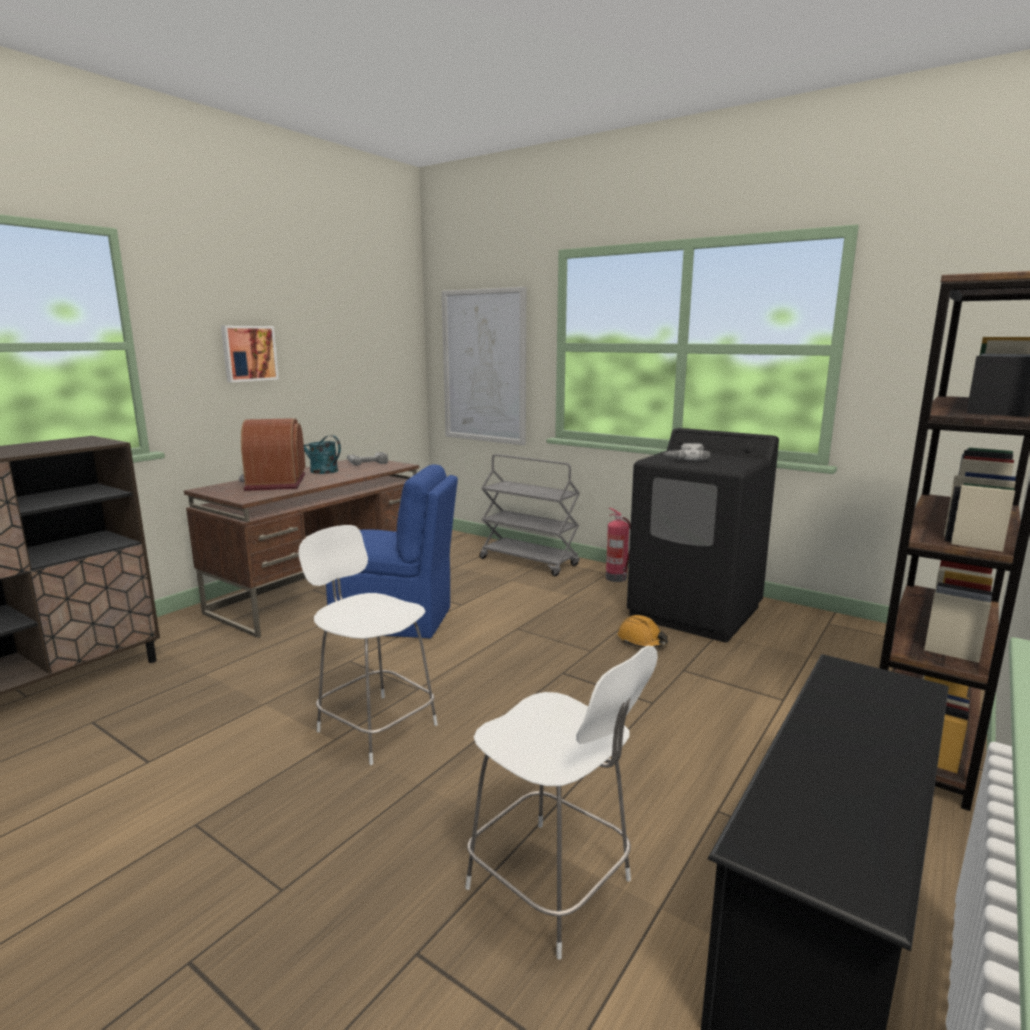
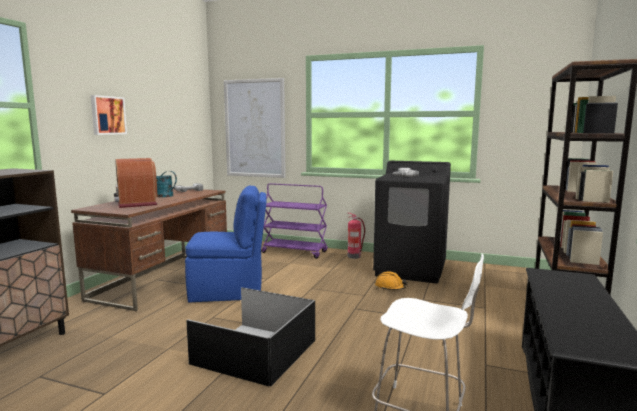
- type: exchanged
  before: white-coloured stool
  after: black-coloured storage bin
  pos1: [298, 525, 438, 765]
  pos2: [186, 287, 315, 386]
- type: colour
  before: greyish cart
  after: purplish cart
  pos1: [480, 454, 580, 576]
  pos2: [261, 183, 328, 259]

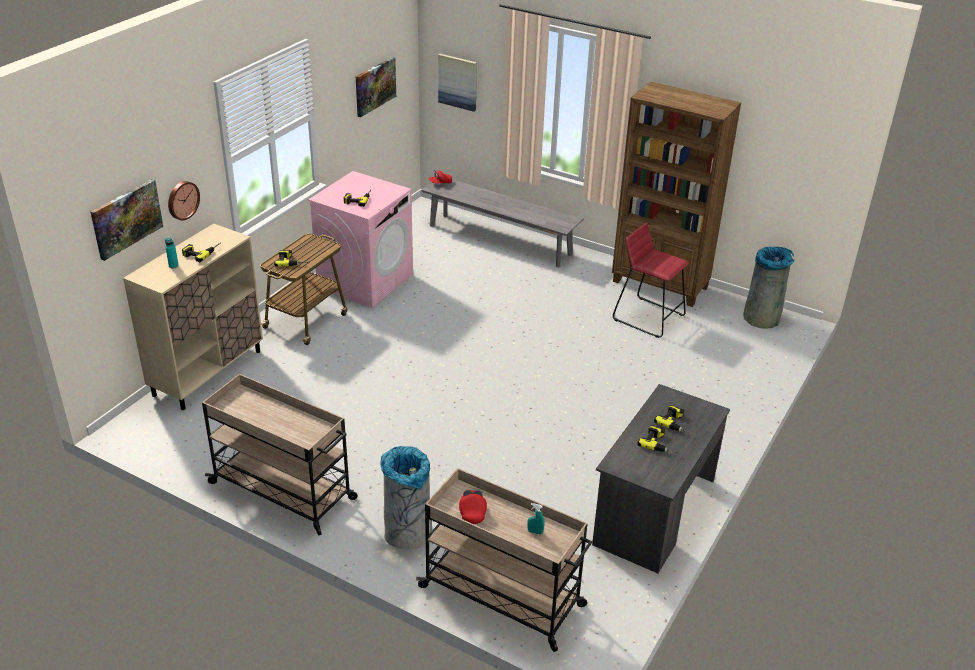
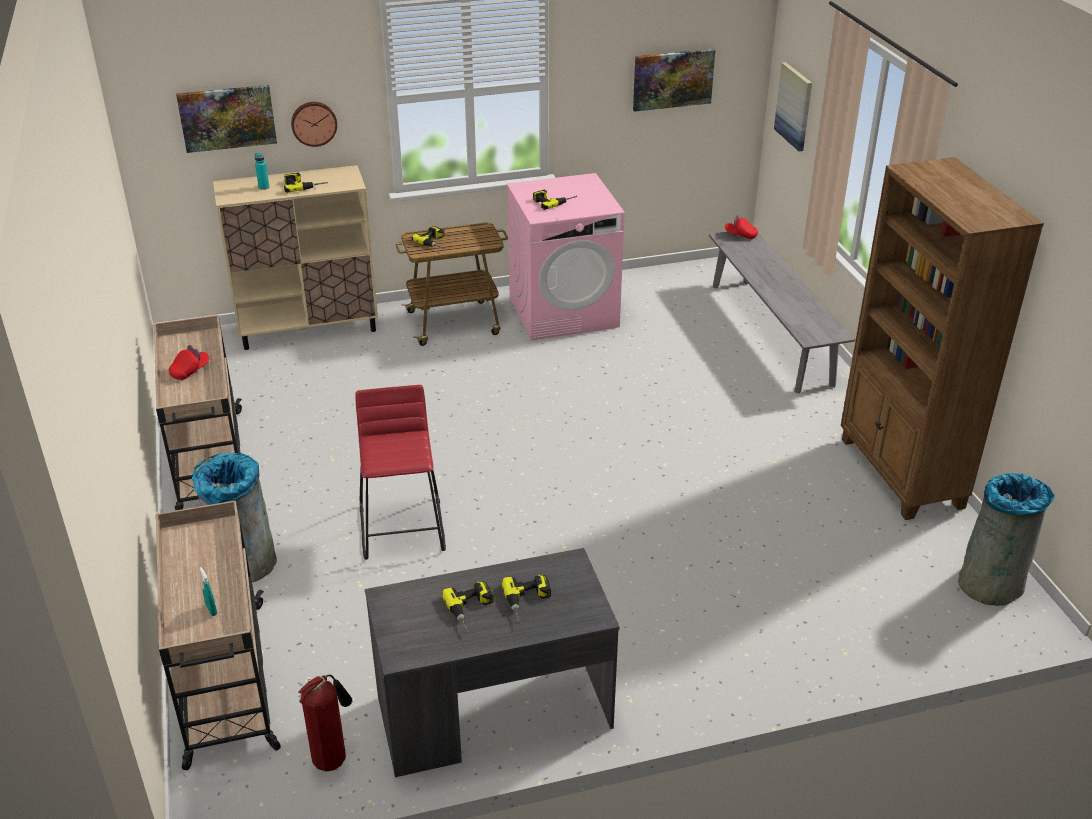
- type: relocated
  before: red peaked cap
  pos1: [459, 490, 487, 524]
  pos2: [169, 345, 209, 380]
- type: appeared
  after: fire extinguisher
  pos2: [298, 675, 352, 771]
- type: relocated
  before: red stool
  pos1: [613, 222, 689, 338]
  pos2: [355, 385, 446, 560]

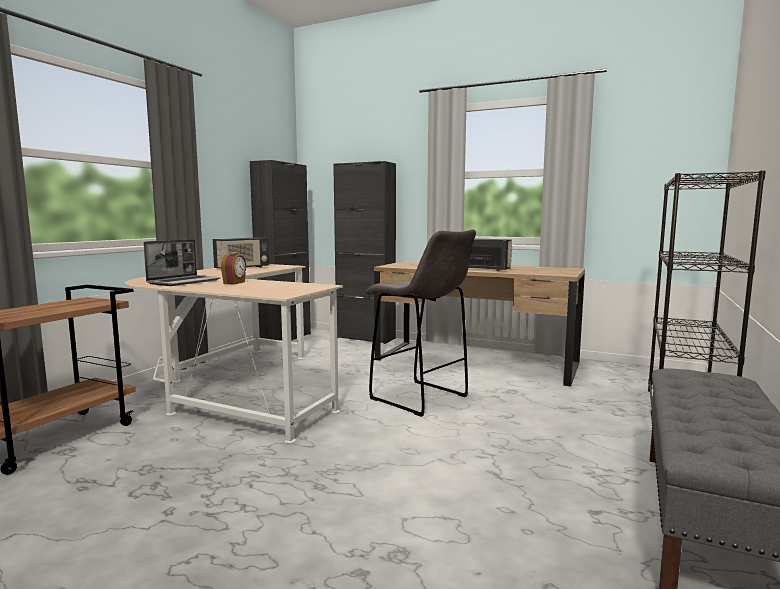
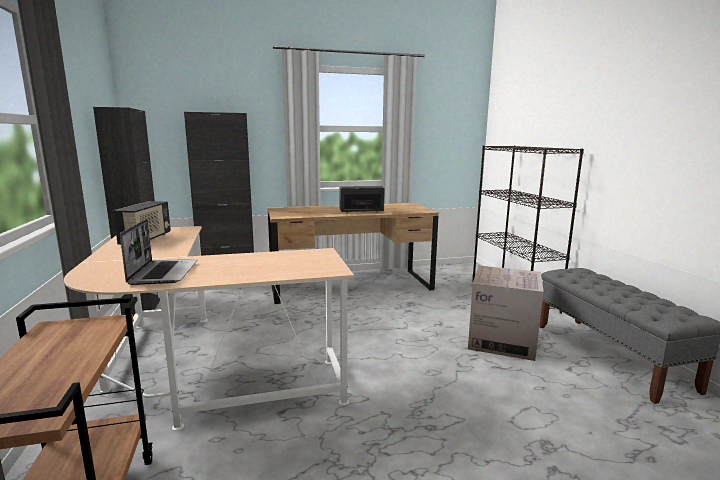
- type: appeared
  after: cardboard box
  pos2: [468, 265, 544, 361]
- type: missing
  before: bedside clock
  pos1: [221, 252, 246, 285]
- type: missing
  before: greyish stool
  pos1: [366, 229, 476, 417]

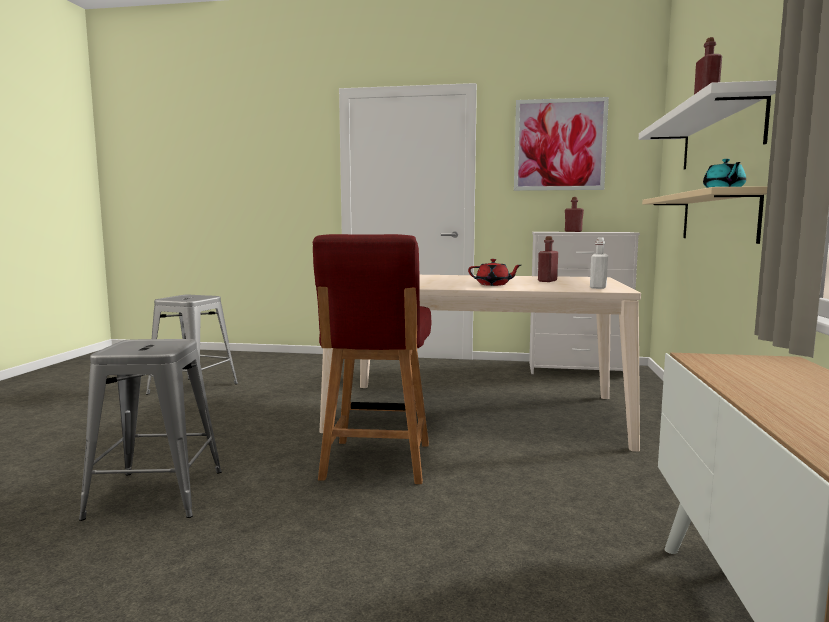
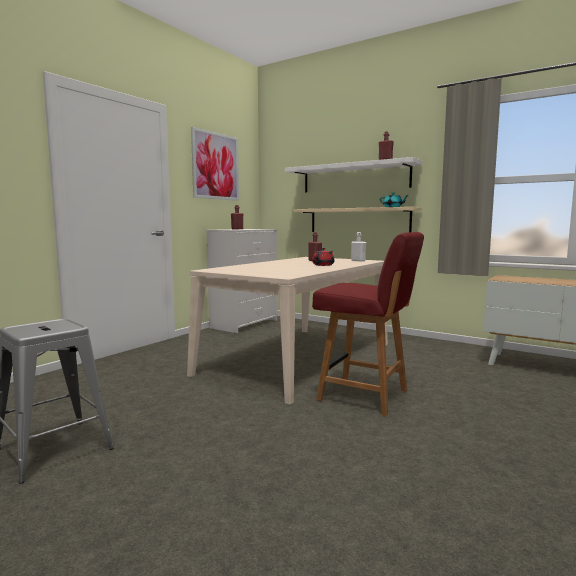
- type: missing
  before: greyish stool
  pos1: [79, 339, 222, 521]

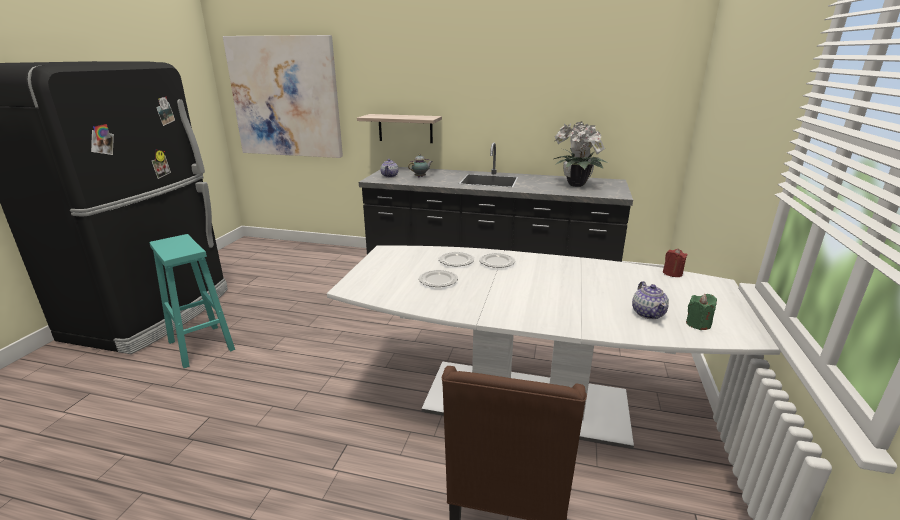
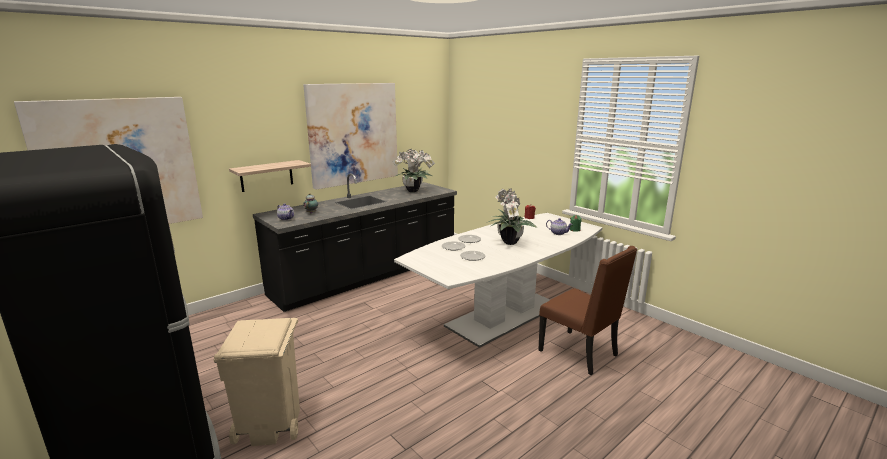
- type: exchanged
  before: turquoise stool
  after: beige-coloured waste bin
  pos1: [150, 234, 235, 368]
  pos2: [214, 318, 300, 446]
- type: appeared
  after: wall art
  pos2: [303, 83, 398, 190]
- type: appeared
  after: houseplant
  pos2: [486, 188, 538, 245]

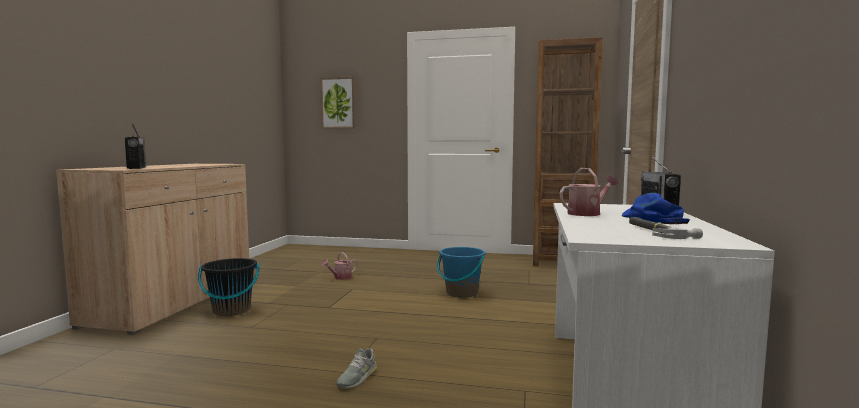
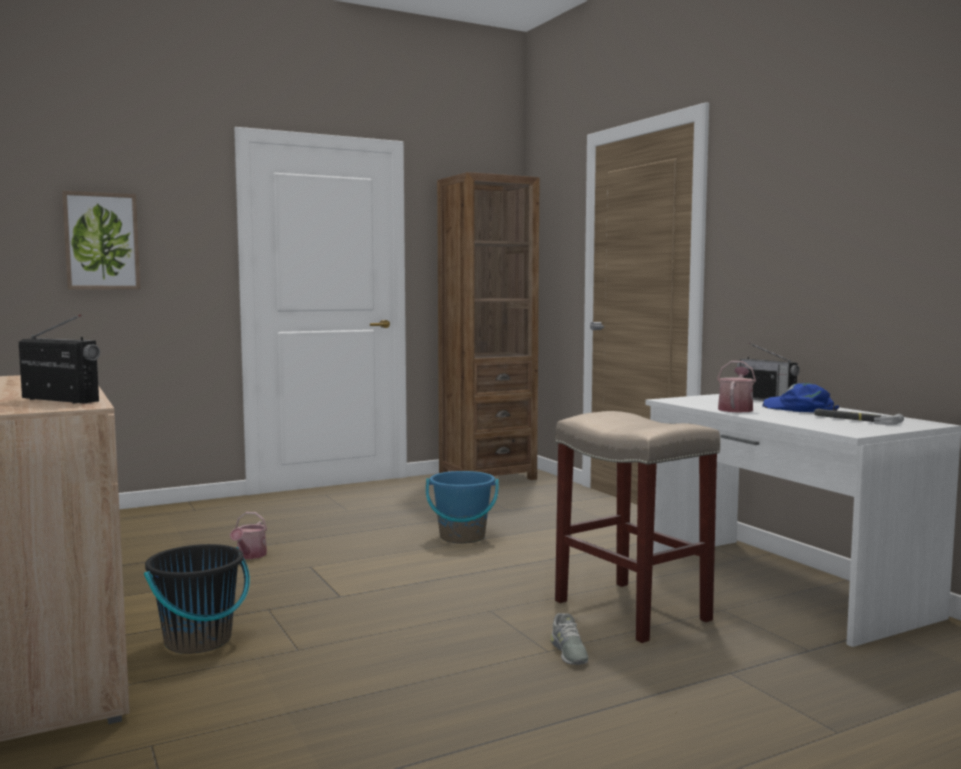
- type: appeared
  after: beige-coloured stool
  pos2: [555, 411, 720, 643]

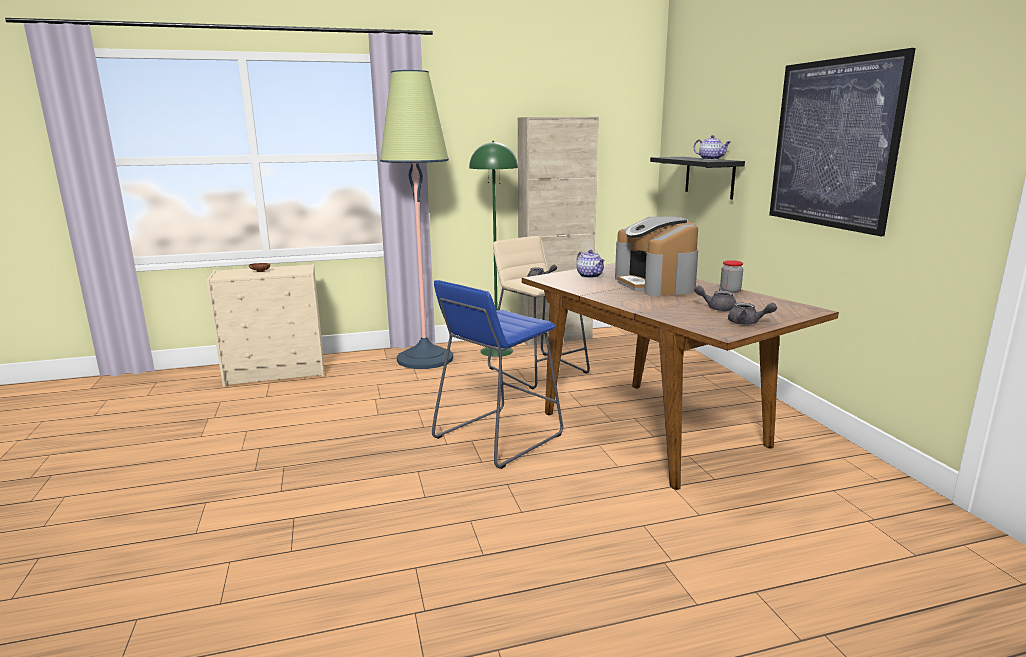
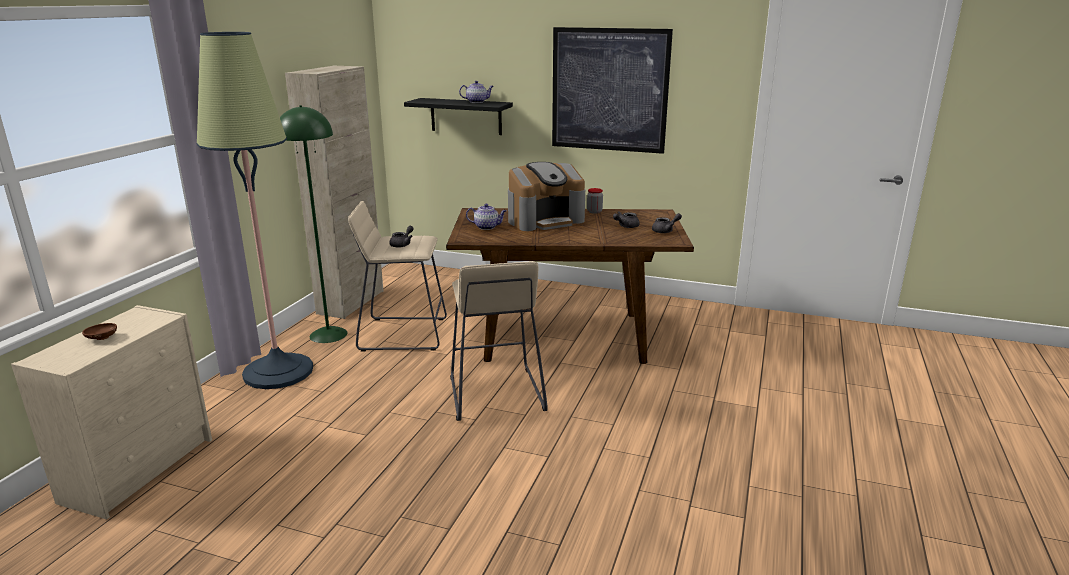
- type: colour
  before: bluish stool
  after: beige-coloured stool
  pos1: [432, 280, 563, 469]
  pos2: [450, 261, 548, 421]
- type: spun
  before: coffee brewer
  pos1: [615, 216, 698, 296]
  pos2: [508, 162, 585, 231]
  turn: -45

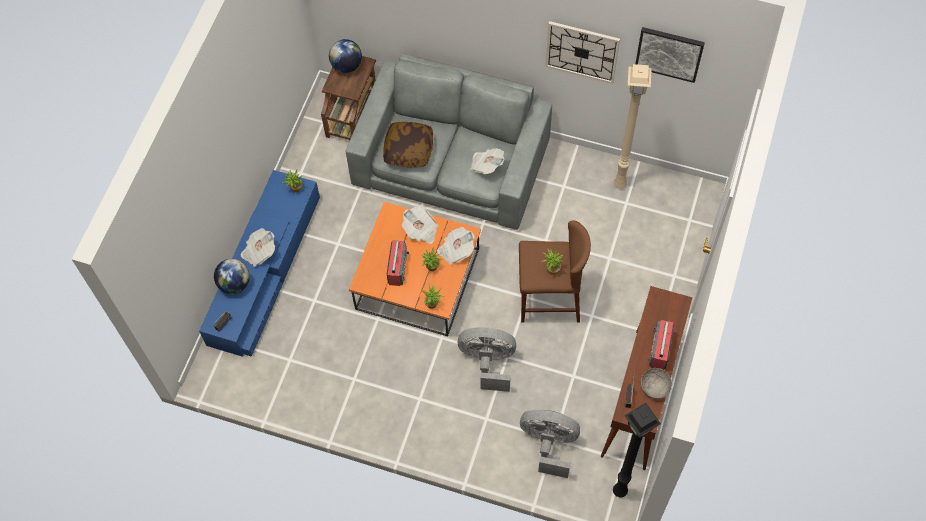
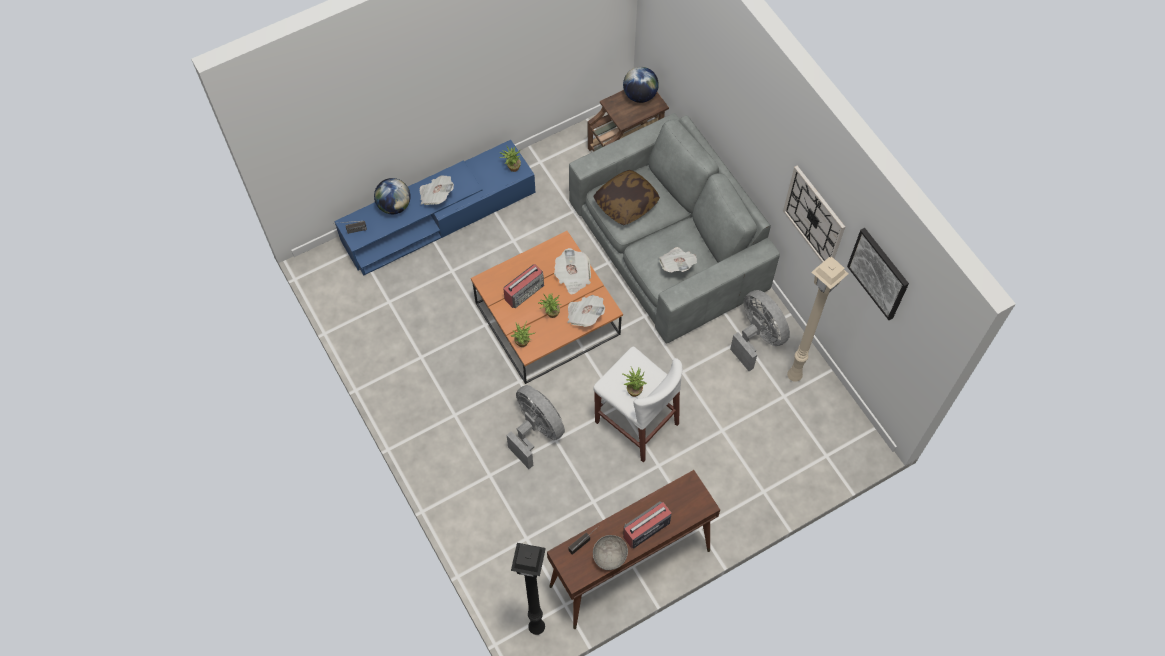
- type: colour
  before: brown stool
  after: white-coloured stool
  pos1: [519, 220, 591, 322]
  pos2: [593, 346, 682, 462]
- type: relocated
  before: greyish cooling fan
  pos1: [520, 410, 580, 478]
  pos2: [730, 290, 790, 371]

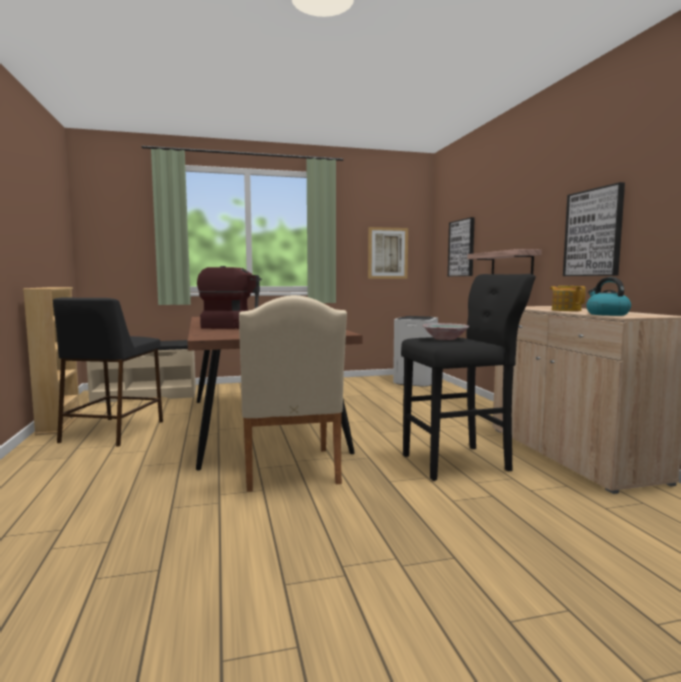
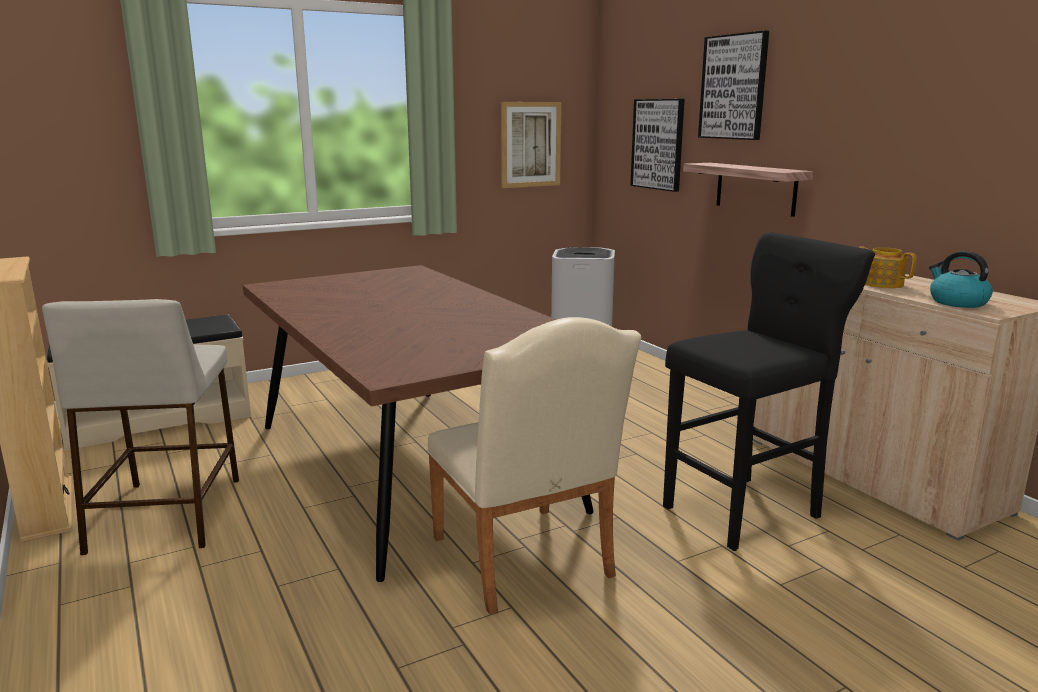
- type: colour
  before: black-coloured stool
  after: beige-coloured stool
  pos1: [53, 297, 163, 447]
  pos2: [42, 299, 239, 555]
- type: relocated
  before: wall art
  pos1: [563, 182, 625, 276]
  pos2: [698, 31, 769, 140]
- type: missing
  before: coffee brewer
  pos1: [197, 266, 262, 329]
- type: missing
  before: bowl
  pos1: [422, 323, 469, 340]

